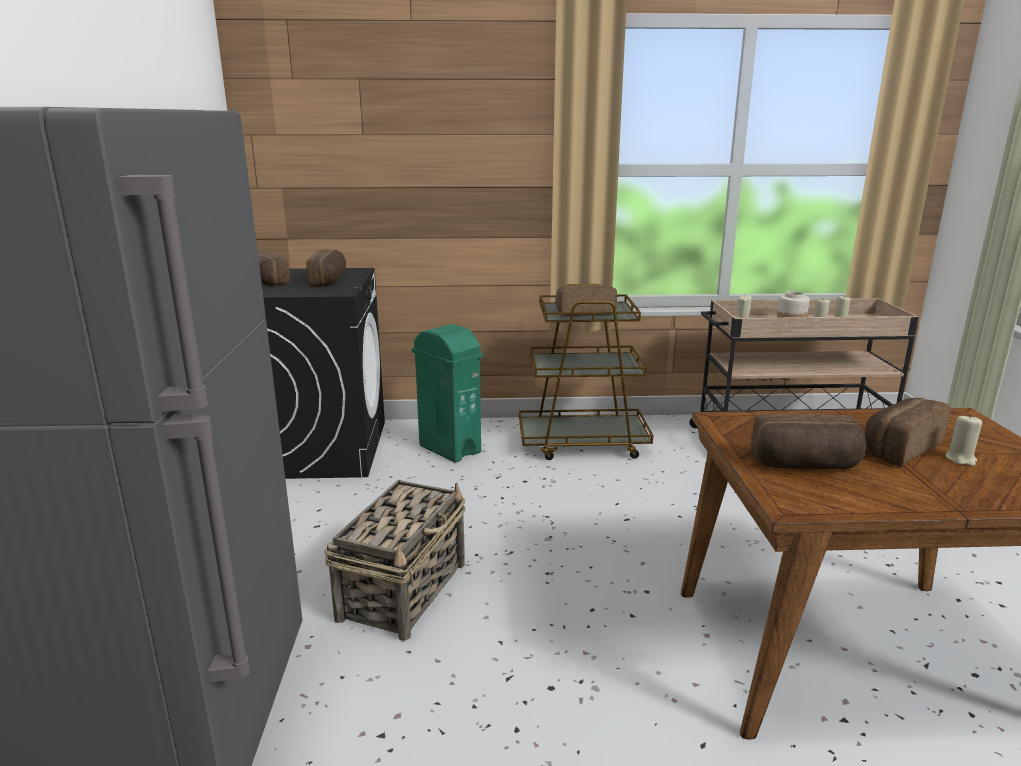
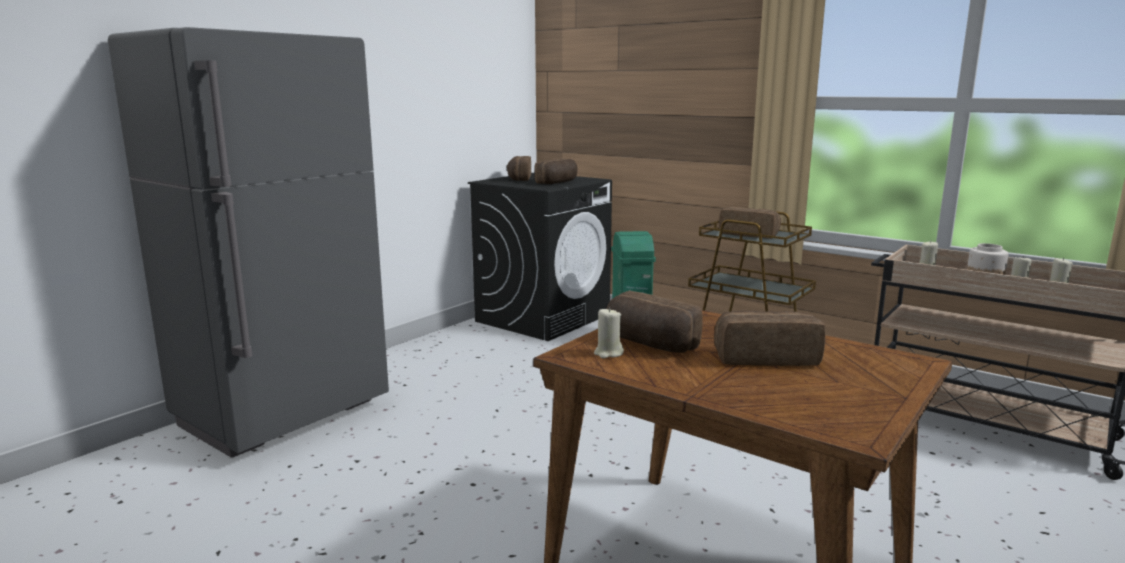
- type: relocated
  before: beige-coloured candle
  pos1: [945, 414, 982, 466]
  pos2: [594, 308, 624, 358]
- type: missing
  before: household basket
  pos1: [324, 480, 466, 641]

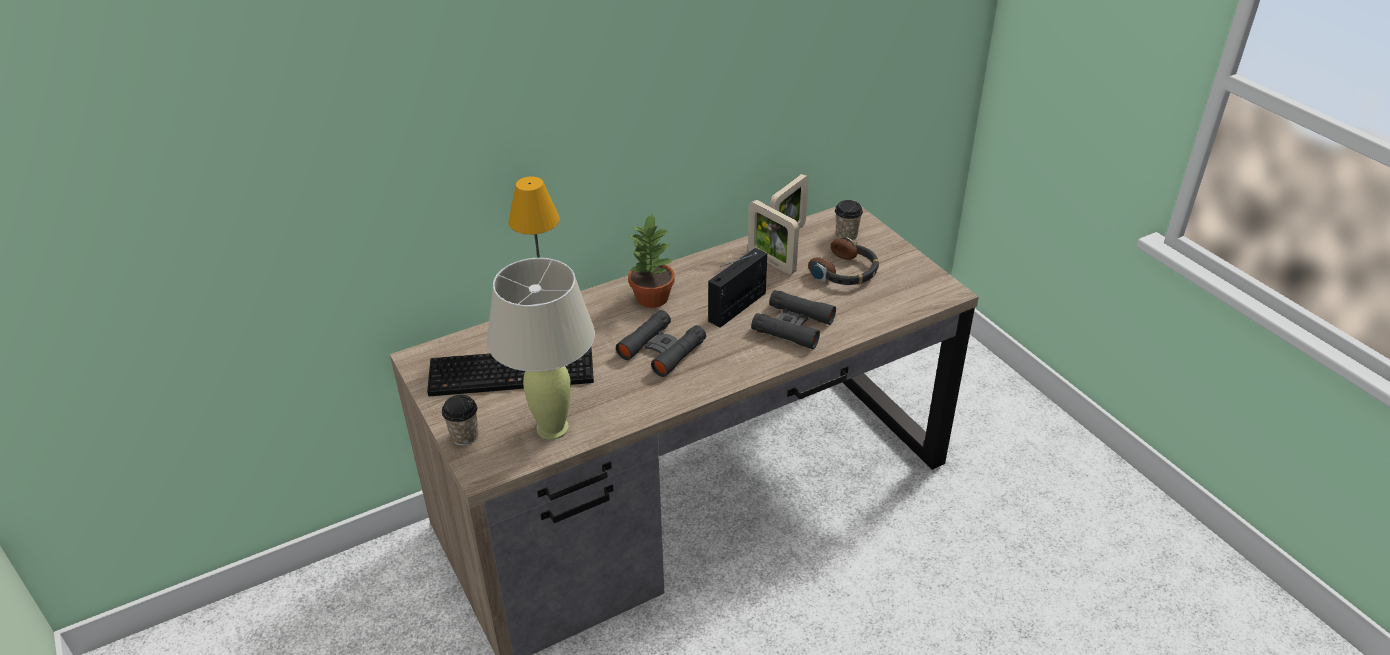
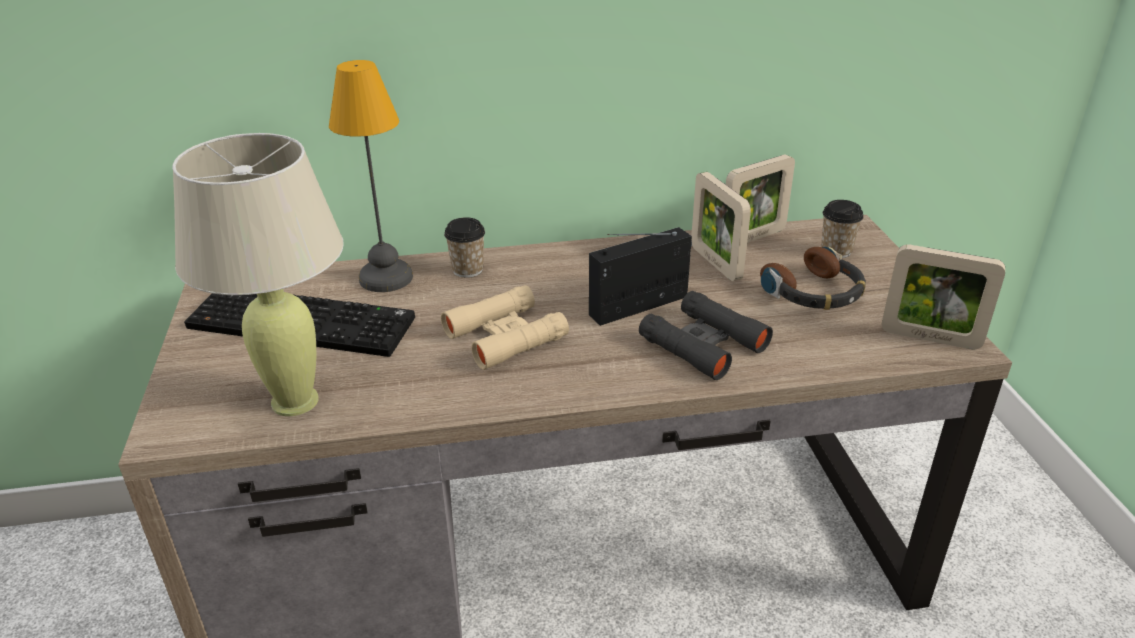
- type: colour
  before: black-coloured pair of binoculars
  after: beige-coloured pair of binoculars
  pos1: [616, 310, 706, 377]
  pos2: [441, 285, 569, 370]
- type: relocated
  before: cup
  pos1: [442, 395, 478, 446]
  pos2: [444, 217, 485, 278]
- type: appeared
  after: standing frame
  pos2: [882, 244, 1005, 350]
- type: missing
  before: houseplant
  pos1: [628, 213, 675, 308]

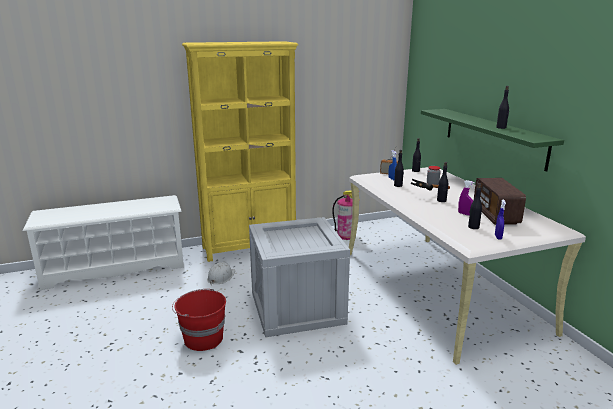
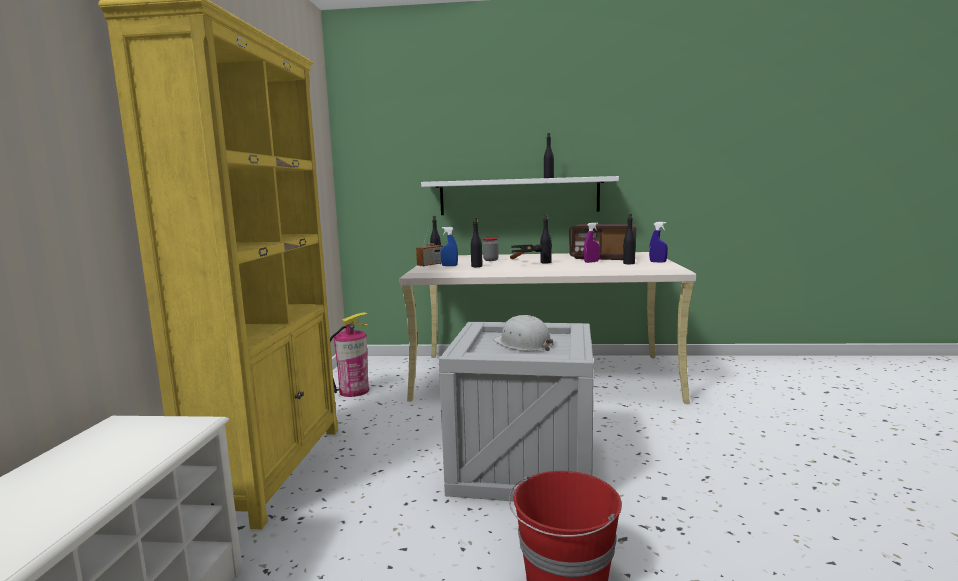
- type: colour
  before: green shelf
  after: white-coloured shelf
  pos1: [421, 109, 564, 172]
  pos2: [421, 176, 619, 215]
- type: relocated
  before: white-coloured work helmet
  pos1: [207, 262, 235, 284]
  pos2: [493, 315, 554, 351]

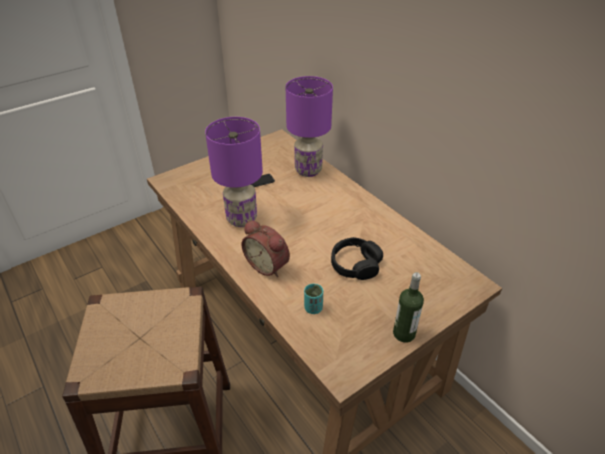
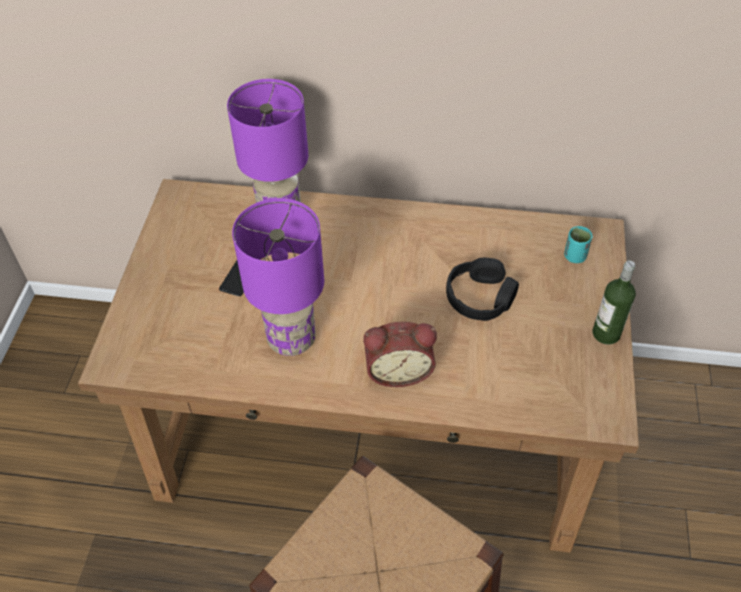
- type: relocated
  before: turquoise cup
  pos1: [304, 284, 323, 314]
  pos2: [564, 226, 593, 263]

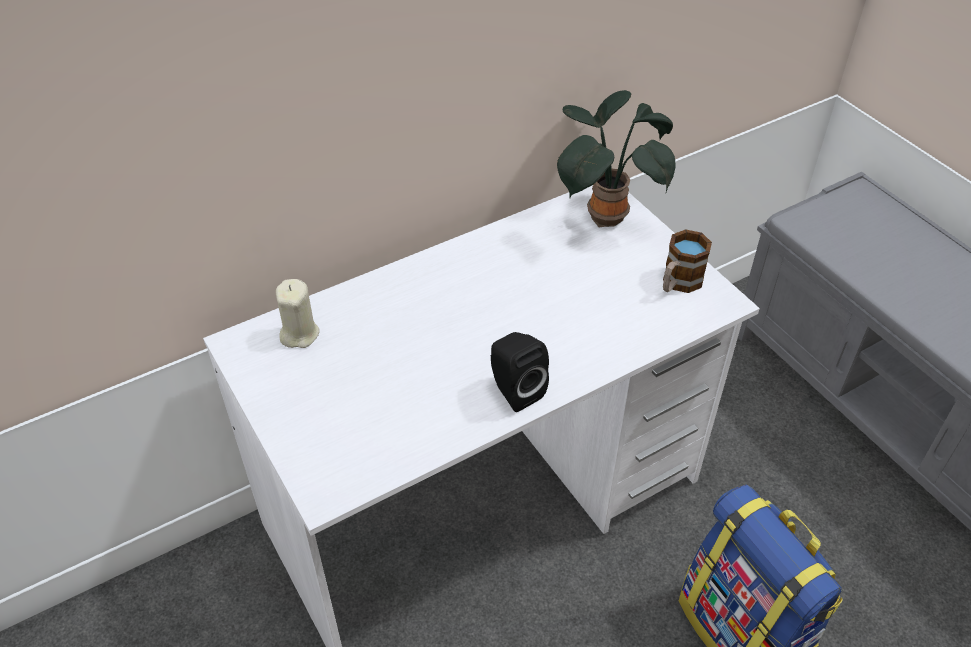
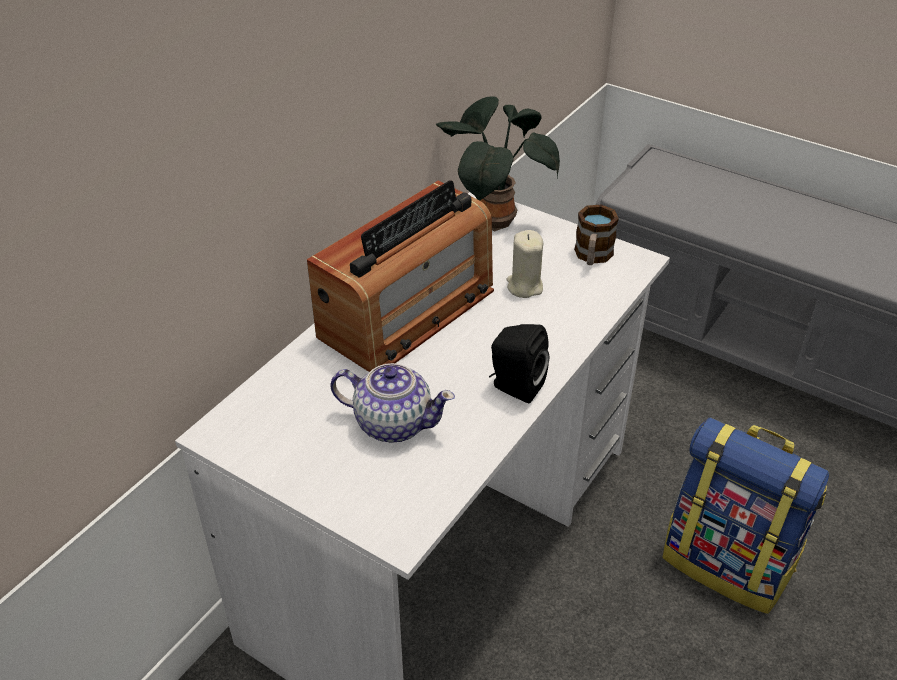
- type: appeared
  after: radio set
  pos2: [307, 180, 494, 372]
- type: appeared
  after: teapot
  pos2: [330, 363, 455, 443]
- type: relocated
  before: beige-coloured candle
  pos1: [276, 279, 320, 348]
  pos2: [507, 230, 543, 298]

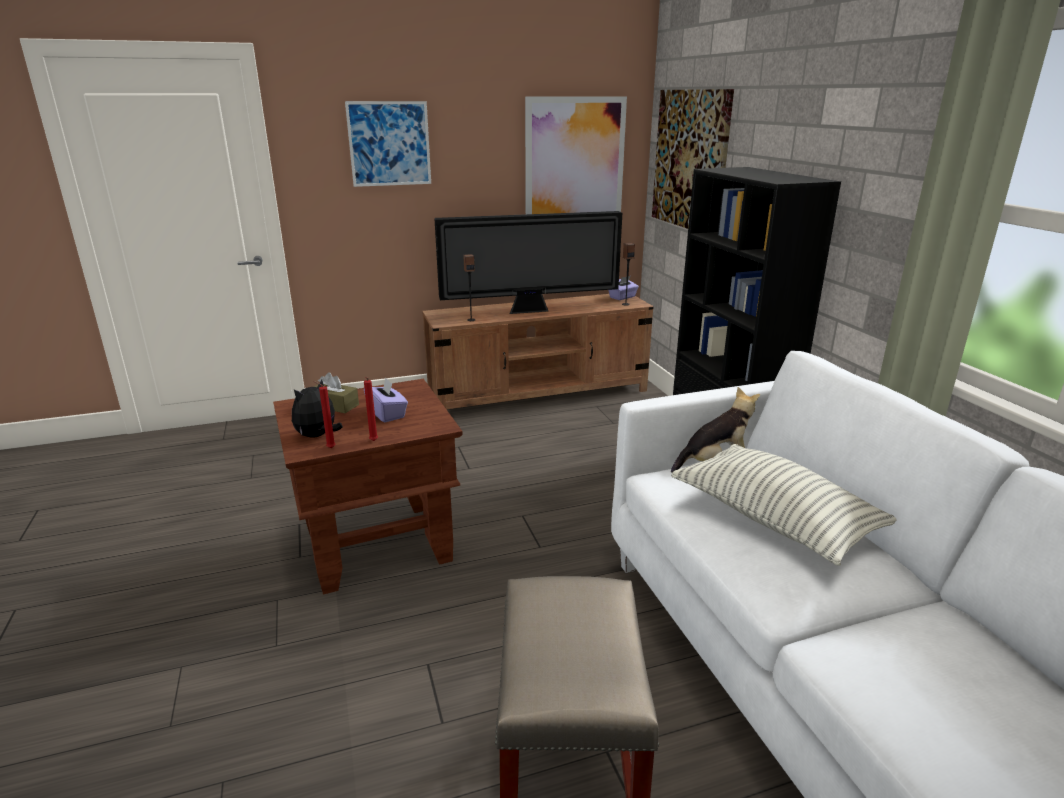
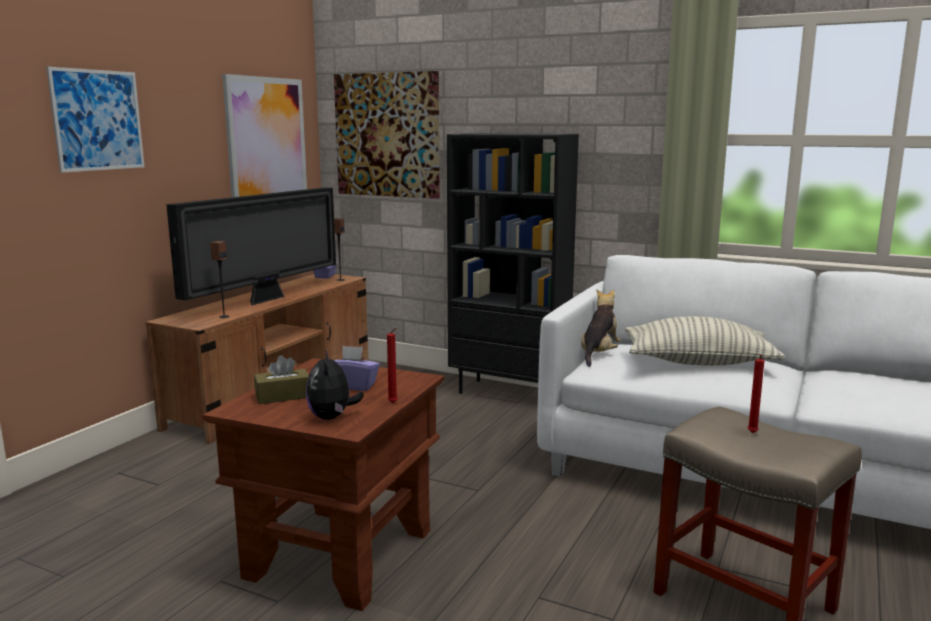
- type: relocated
  before: red candle
  pos1: [314, 381, 336, 448]
  pos2: [747, 354, 764, 433]

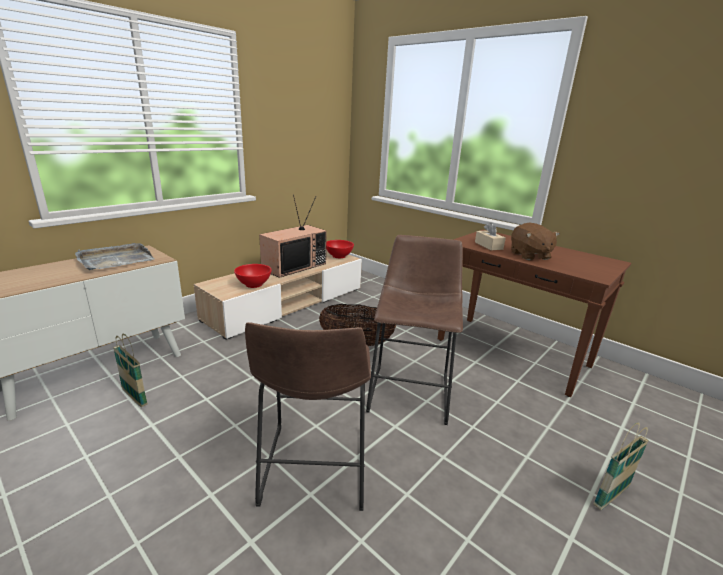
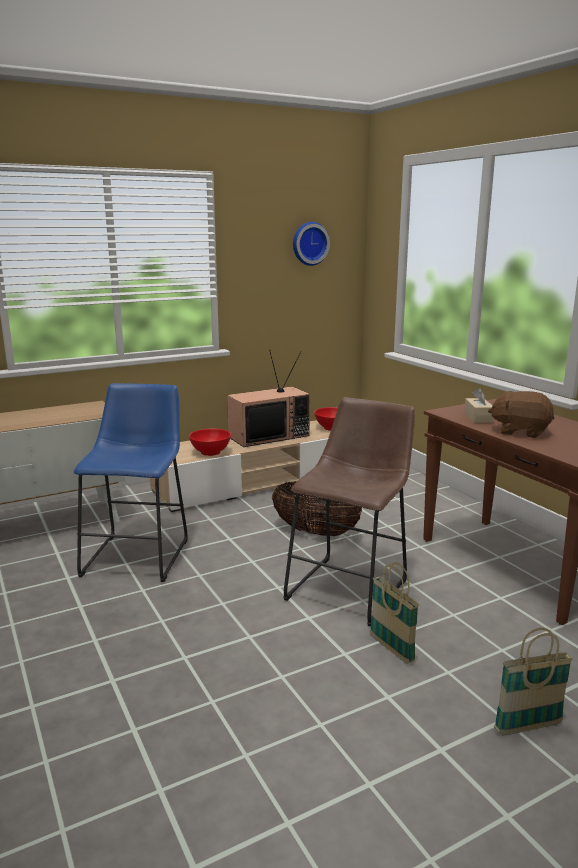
- type: appeared
  after: bluish stool
  pos2: [74, 383, 188, 582]
- type: appeared
  after: wall clock
  pos2: [293, 222, 330, 266]
- type: relocated
  before: household basket
  pos1: [113, 334, 148, 407]
  pos2: [370, 562, 419, 664]
- type: spun
  before: brown soft toy
  pos1: [511, 222, 560, 260]
  pos2: [488, 391, 555, 438]
  turn: 105
- type: missing
  before: greyish tray
  pos1: [75, 243, 154, 270]
- type: missing
  before: brown stool
  pos1: [245, 322, 371, 511]

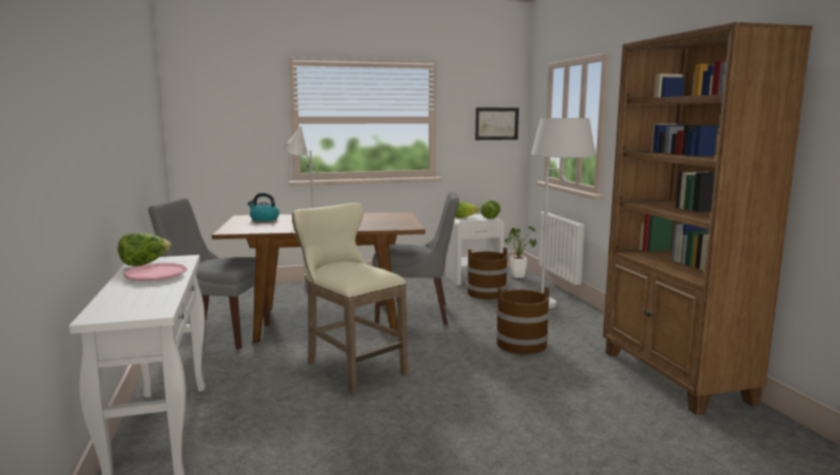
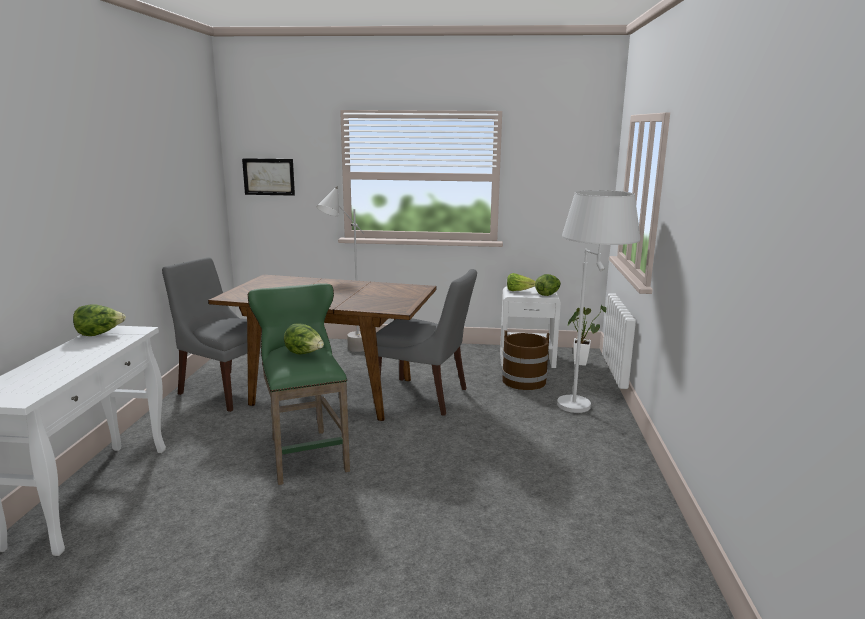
- type: relocated
  before: wall art
  pos1: [475, 108, 519, 140]
  pos2: [242, 158, 295, 196]
- type: colour
  before: beige-coloured stool
  after: green stool
  pos1: [292, 203, 408, 394]
  pos2: [248, 283, 350, 485]
- type: appeared
  after: lettuce head
  pos2: [284, 324, 324, 354]
- type: missing
  before: pinkish flat dish
  pos1: [124, 263, 187, 281]
- type: missing
  before: kettle
  pos1: [247, 193, 279, 222]
- type: missing
  before: brown water bucket
  pos1: [496, 286, 549, 354]
- type: missing
  before: brown bookshelf
  pos1: [603, 22, 813, 415]

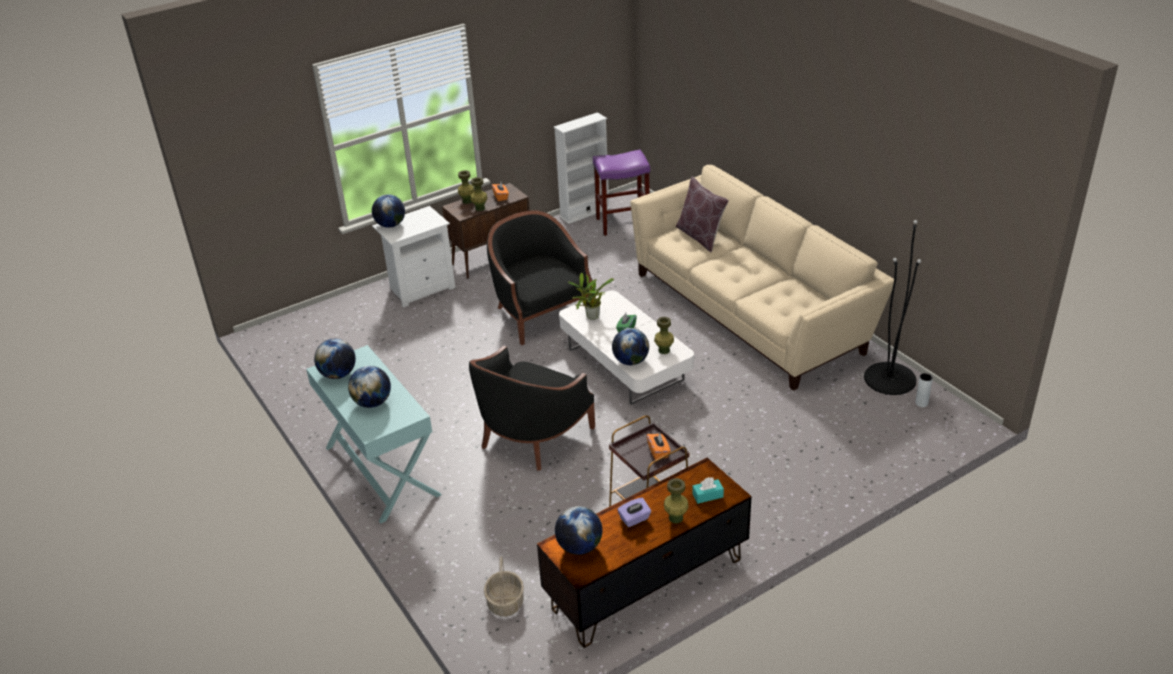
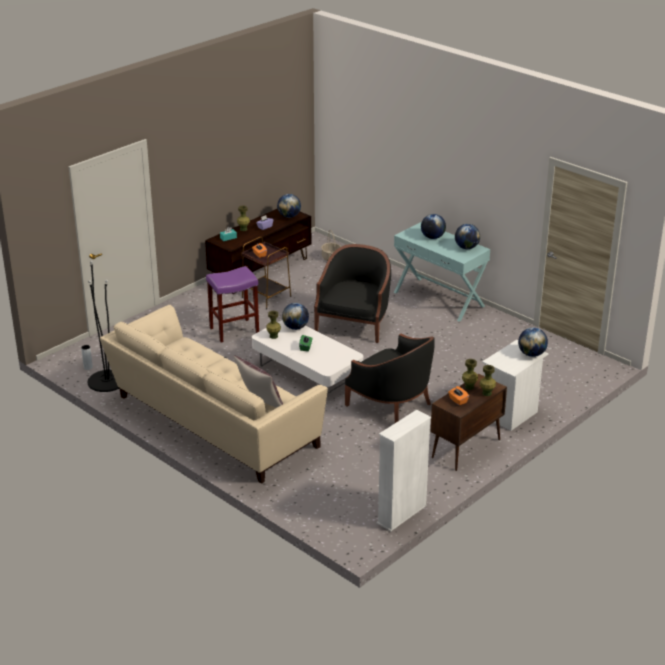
- type: relocated
  before: purplish stool
  pos1: [593, 150, 650, 236]
  pos2: [206, 266, 259, 342]
- type: missing
  before: houseplant
  pos1: [568, 272, 614, 320]

